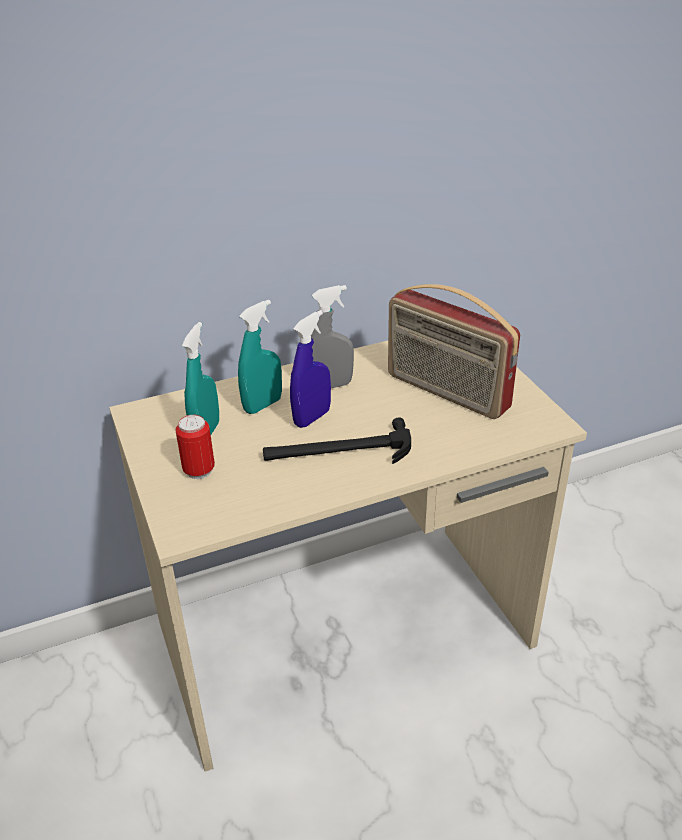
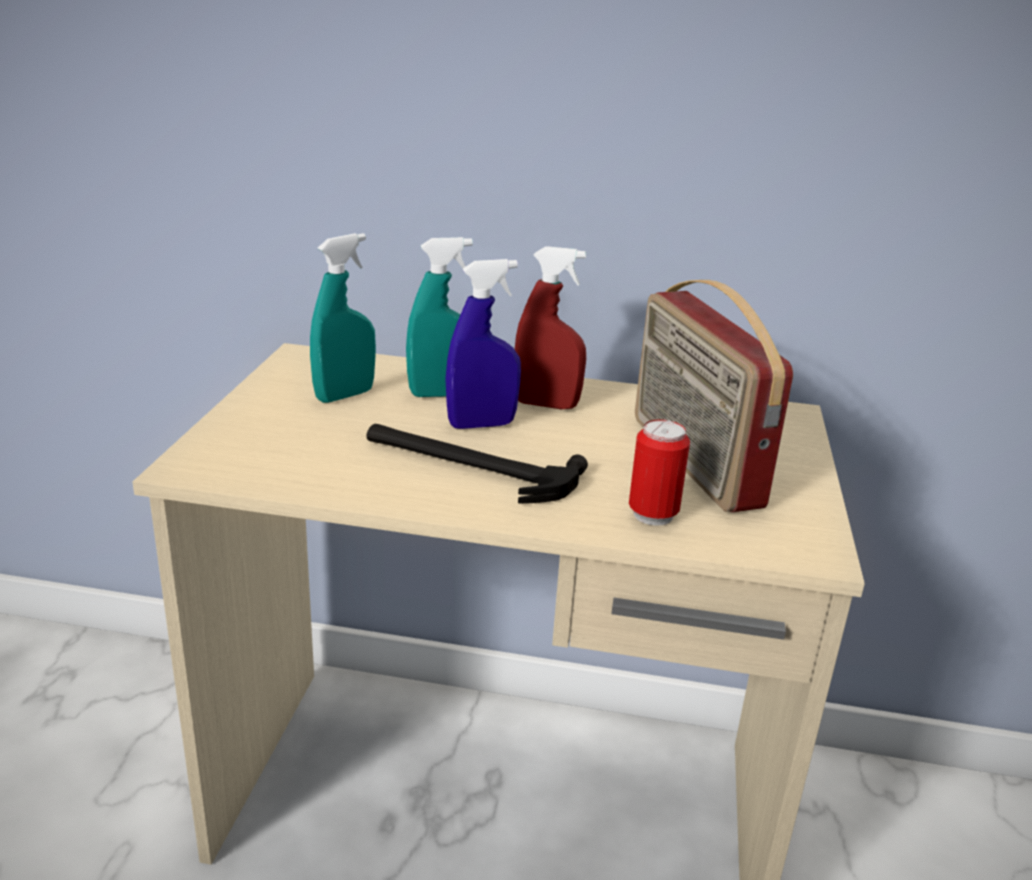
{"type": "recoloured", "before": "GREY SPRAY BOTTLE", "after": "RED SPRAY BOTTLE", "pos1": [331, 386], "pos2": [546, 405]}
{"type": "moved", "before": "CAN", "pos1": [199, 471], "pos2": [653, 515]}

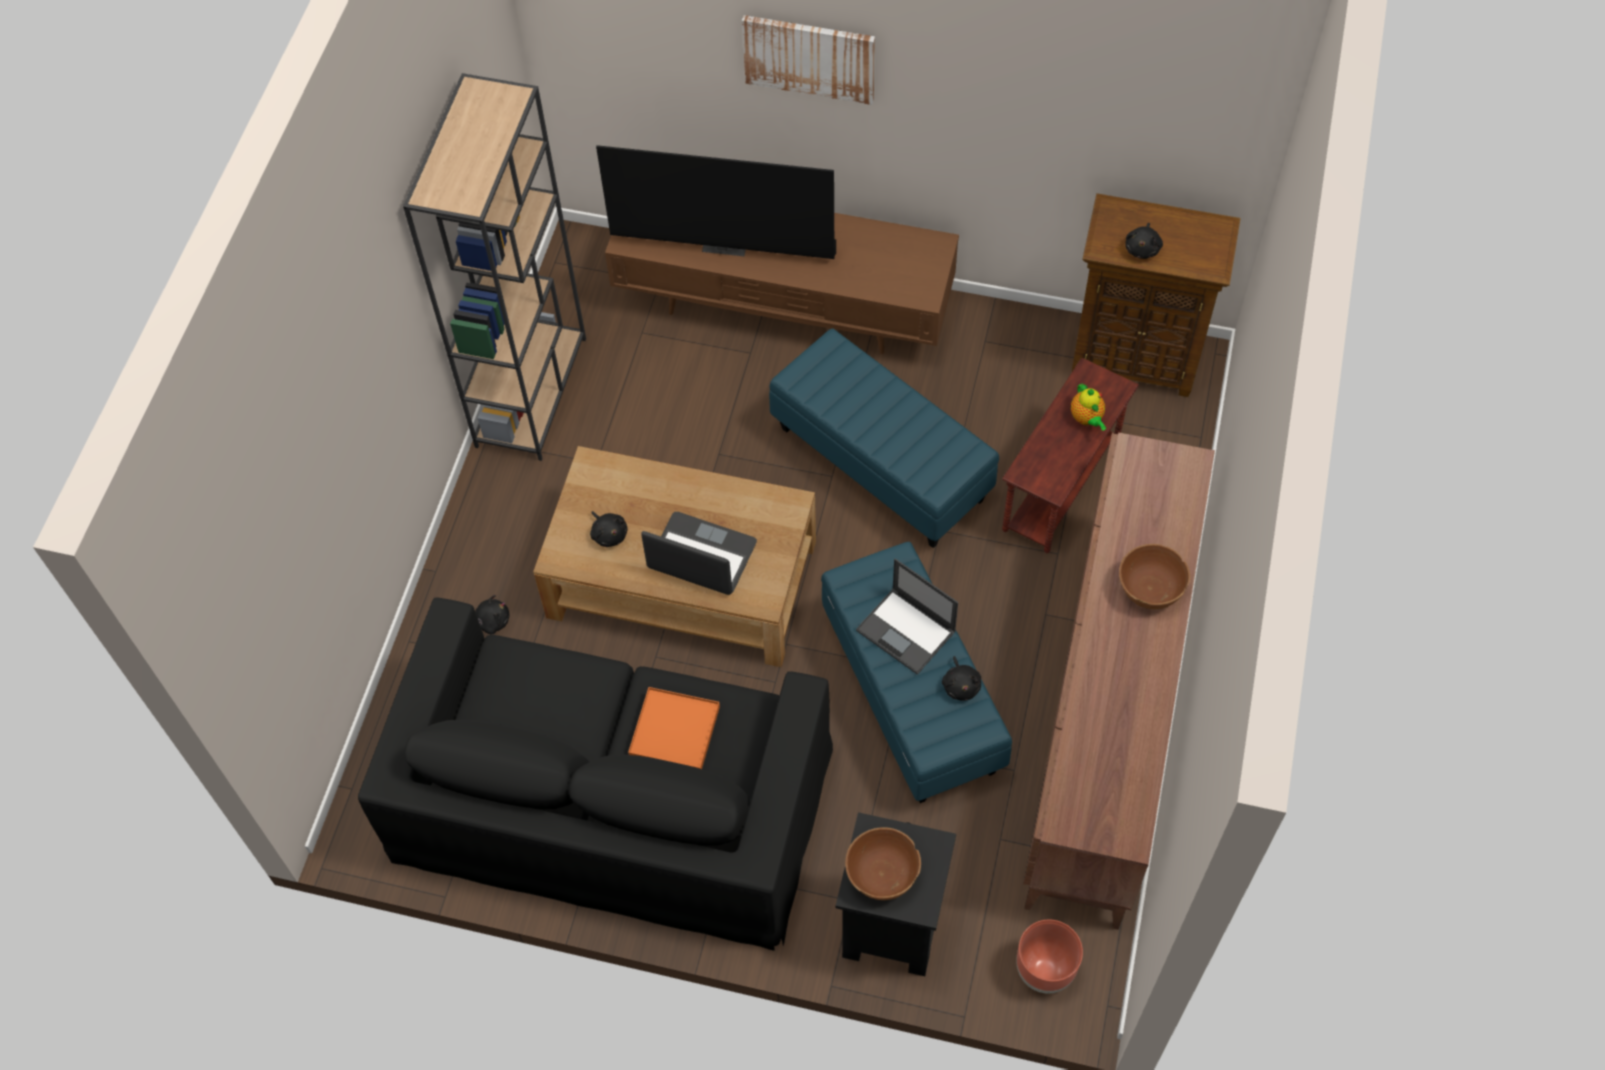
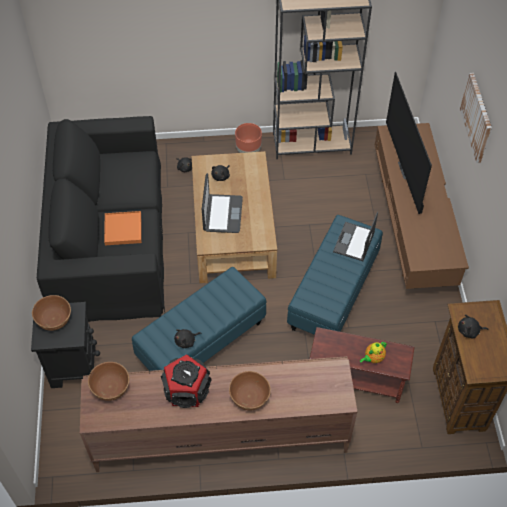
{"type": "added", "after": "BROWN BOWL", "pos2": [111, 388]}
{"type": "added", "after": "SPEAKER", "pos2": [186, 390]}
{"type": "moved", "before": "BROWN PLANTER", "pos1": [1044, 970], "pos2": [248, 150]}
{"type": "moved", "before": "LAPTOP", "pos1": [907, 631], "pos2": [354, 242]}

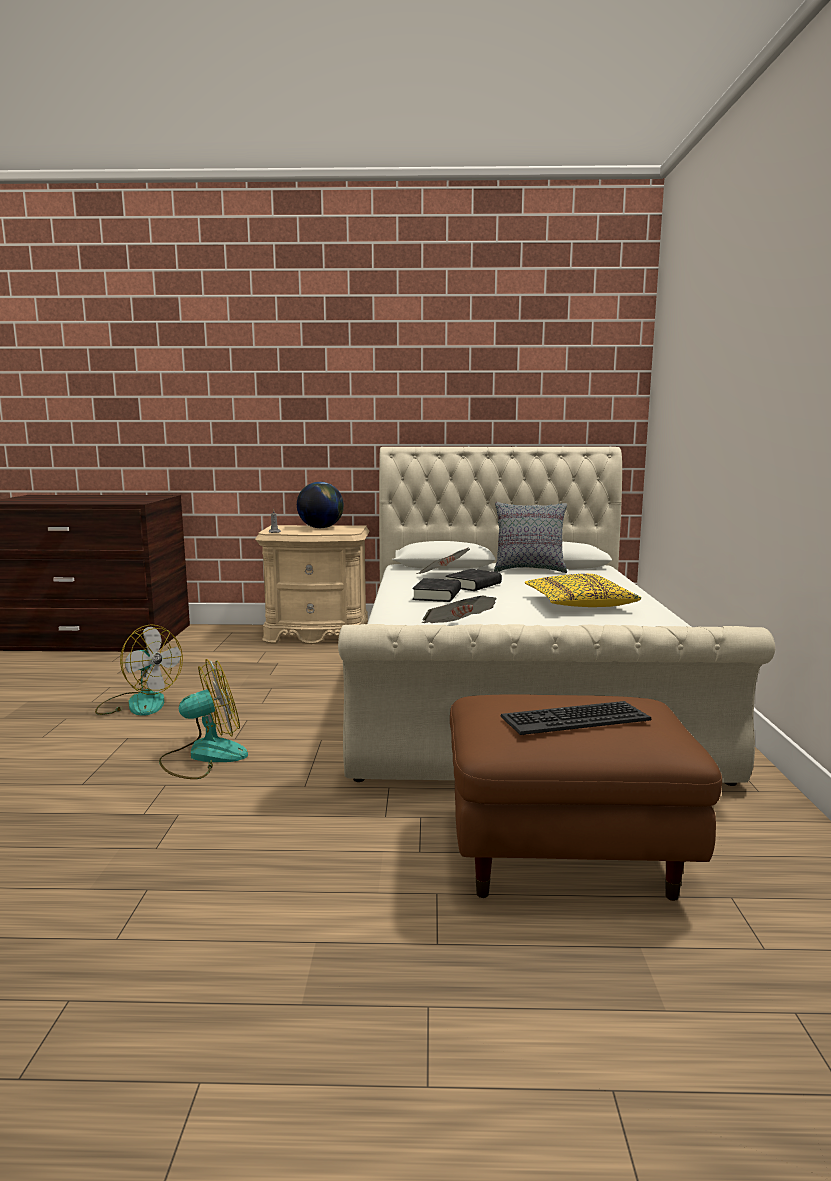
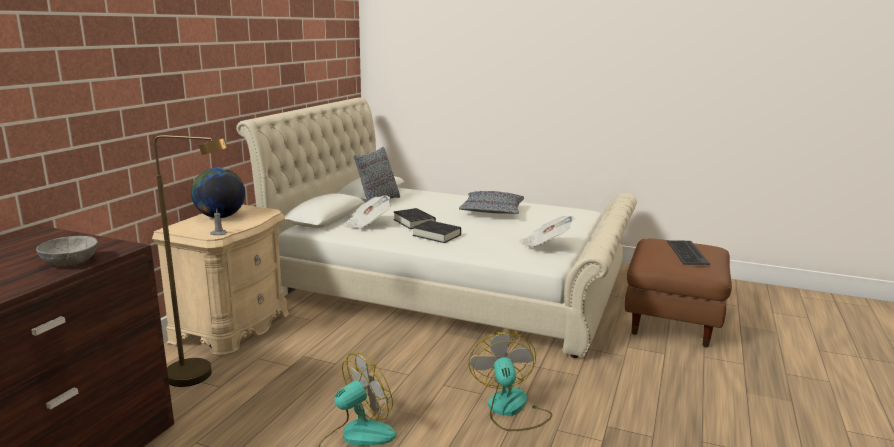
{"type": "added", "after": "GREY BOWL", "pos2": [69, 262]}
{"type": "added", "after": "BROWN FLOOR LAMP", "pos2": [201, 376]}
{"type": "recoloured", "before": "YELLOW PILLOW", "after": "GREY PILLOW", "pos1": [578, 604], "pos2": [492, 212]}

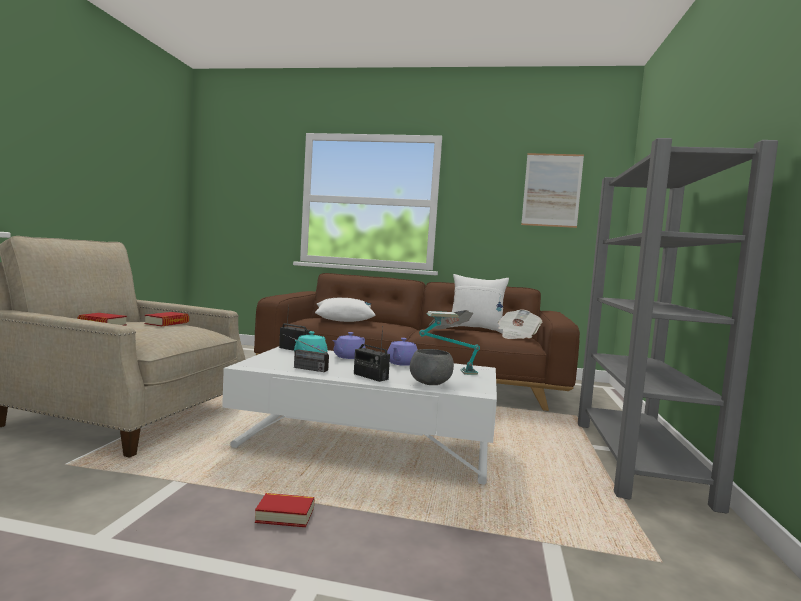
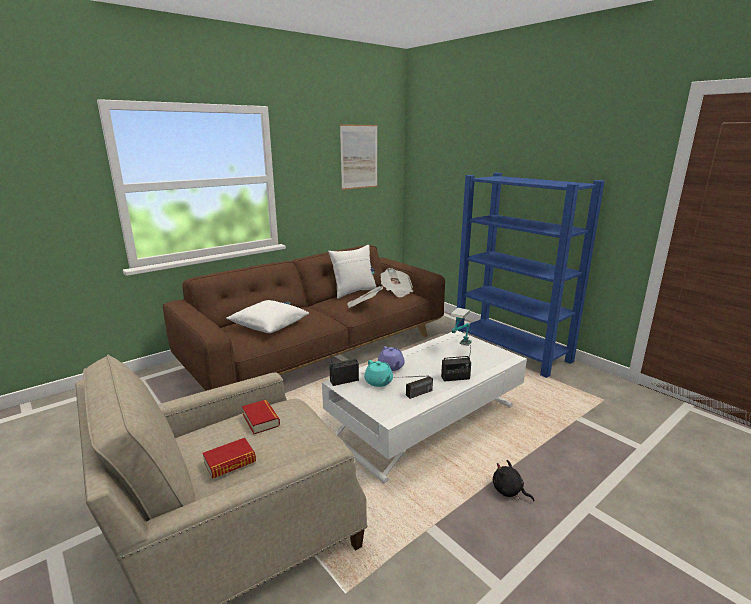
{"type": "recoloured", "before": "GREY BOOKCASE", "after": "BLUE BOOKCASE", "pos1": [638, 460], "pos2": [511, 350]}
{"type": "replaced", "before": "BOOK", "after": "BLACK PLUSH TOY", "pos1": [285, 515], "pos2": [509, 491]}
{"type": "removed", "before": "PURPLE TEAPOT", "pos1": [401, 363]}
{"type": "removed", "before": "GREY BOWL", "pos1": [430, 384]}

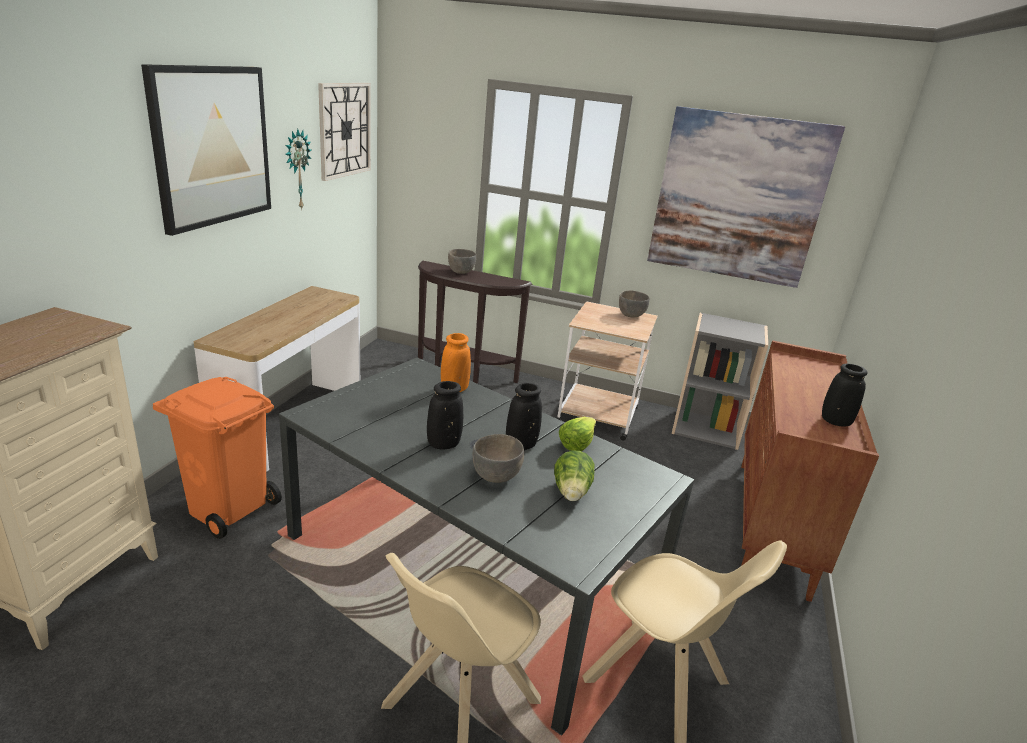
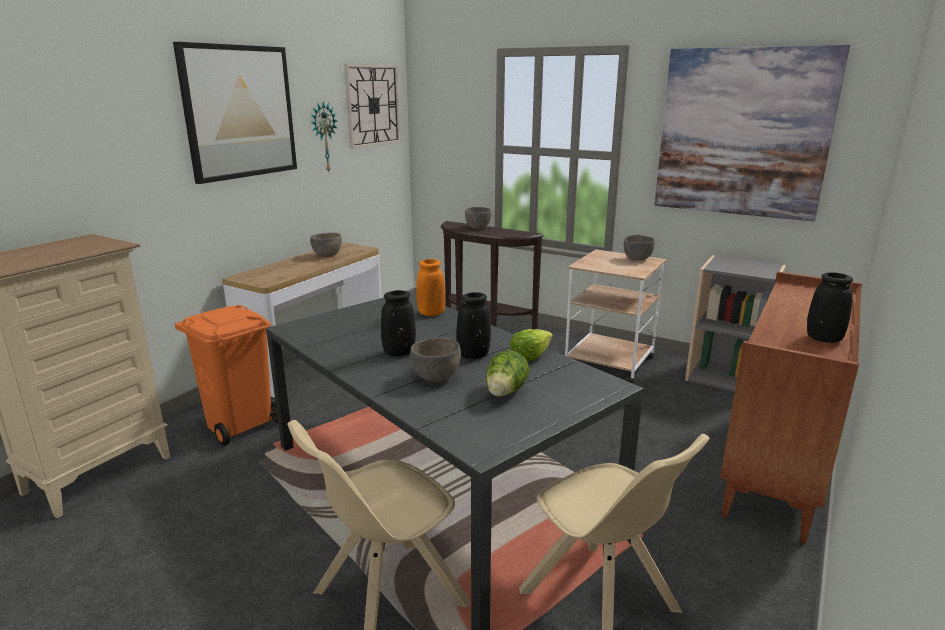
{"type": "added", "after": "GREY BOWL", "pos2": [327, 256]}

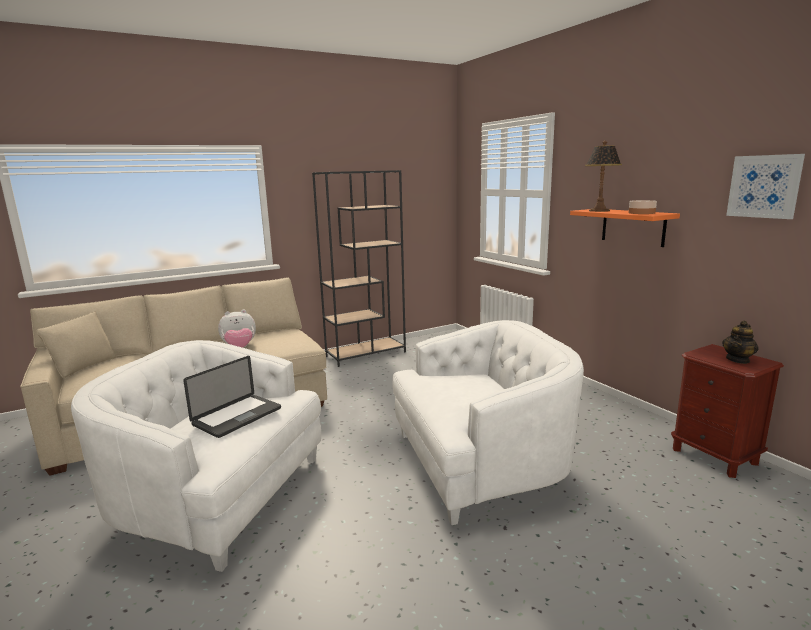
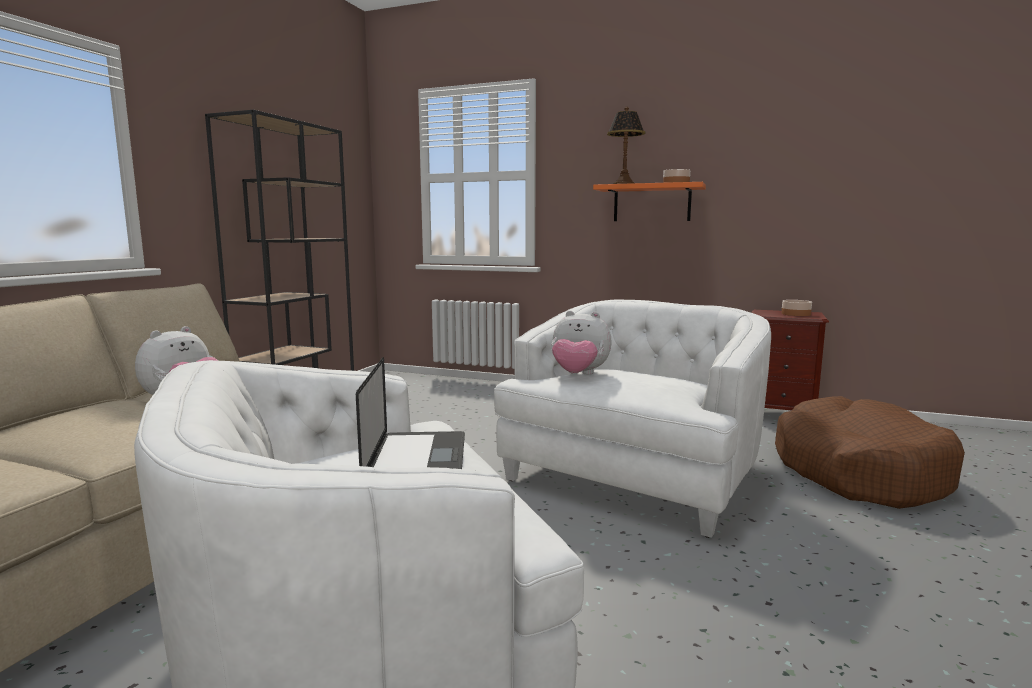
{"type": "added", "after": "PLUSH TOY", "pos2": [579, 375]}
{"type": "added", "after": "BROWN DOG BED", "pos2": [858, 472]}
{"type": "replaced", "before": "TEAPOT", "after": "BOWL", "pos1": [738, 360], "pos2": [796, 314]}
{"type": "removed", "before": "PICTURE", "pos1": [764, 186]}

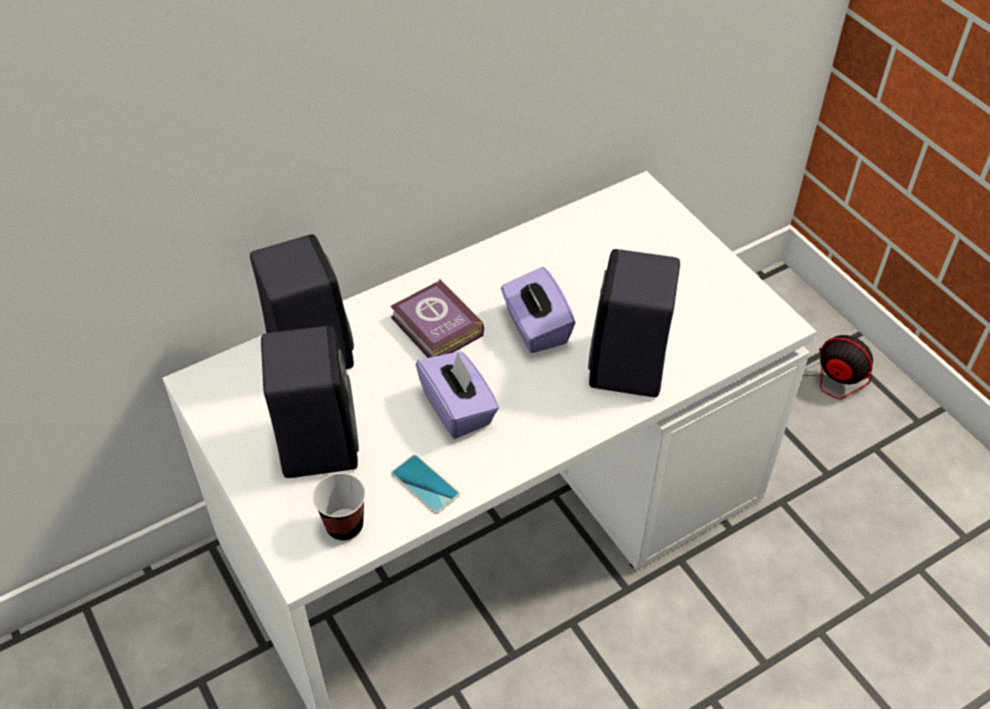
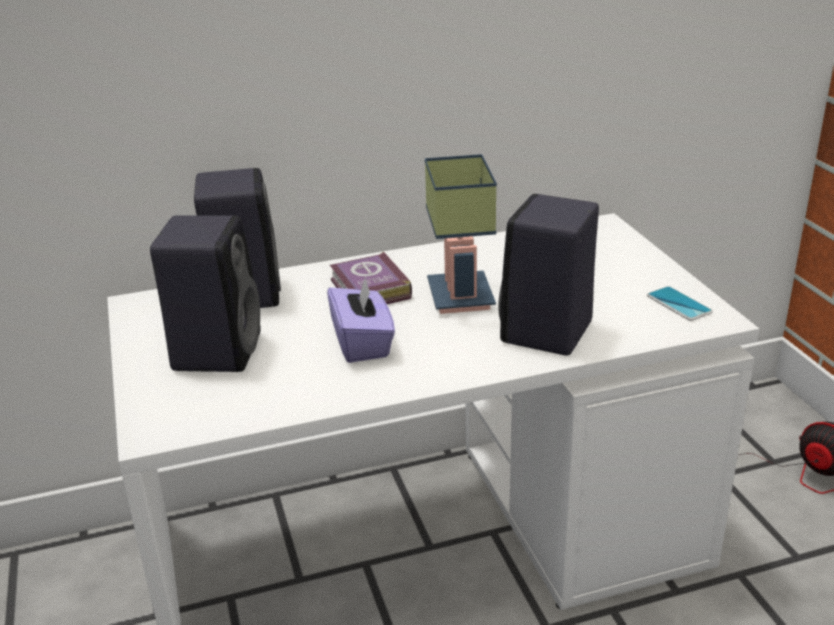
{"type": "replaced", "before": "PURPLE TISSUE BOX", "after": "TABLE LAMP", "pos1": [535, 328], "pos2": [464, 298]}
{"type": "moved", "before": "PHONE", "pos1": [425, 484], "pos2": [678, 304]}
{"type": "removed", "before": "CUP", "pos1": [344, 526]}

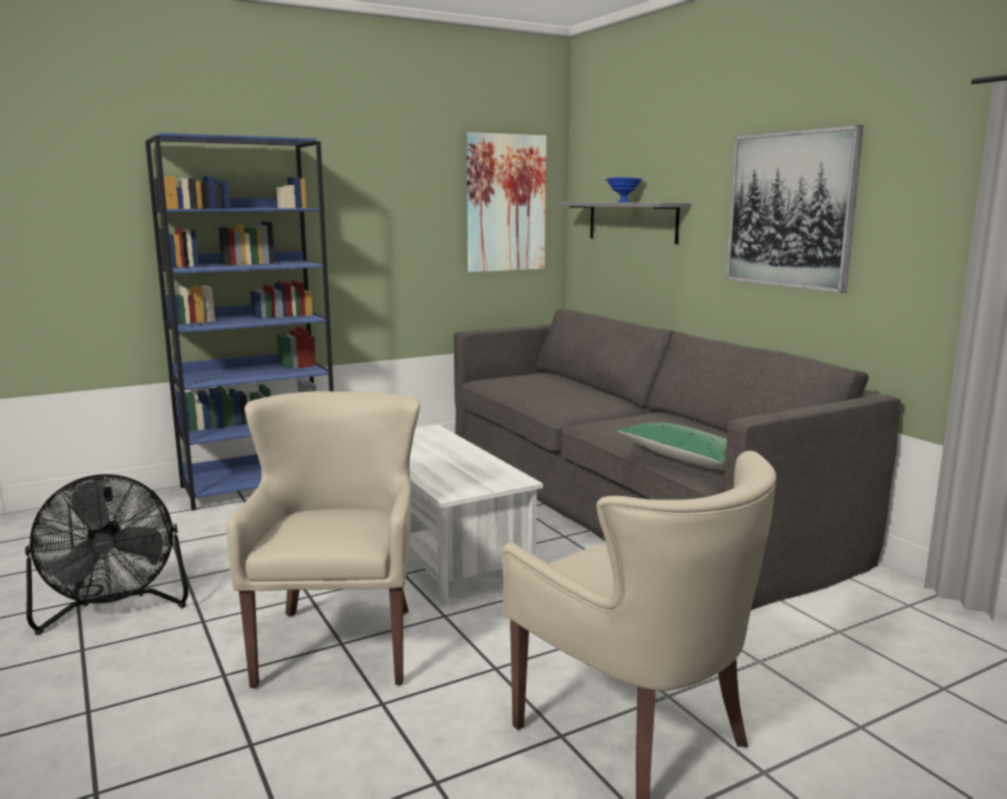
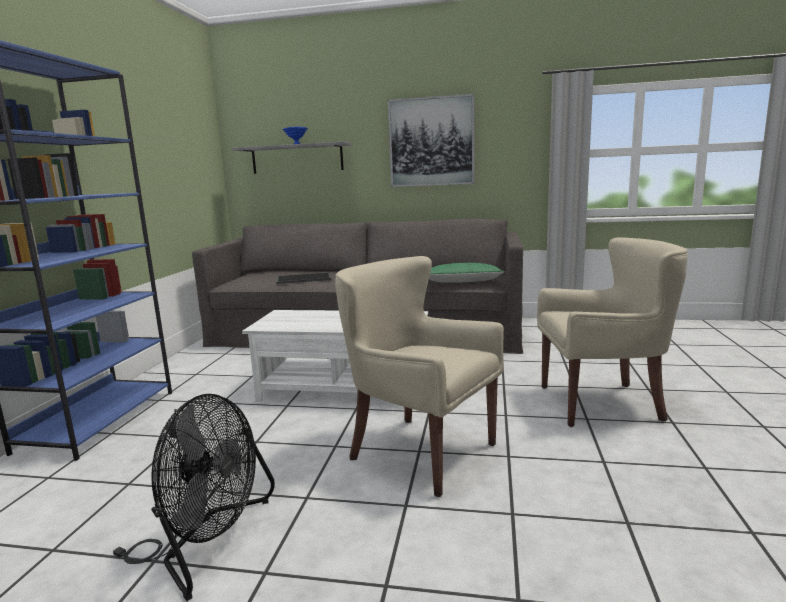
{"type": "added", "after": "TRAY", "pos2": [303, 279]}
{"type": "removed", "before": "PICTURE", "pos1": [506, 203]}

